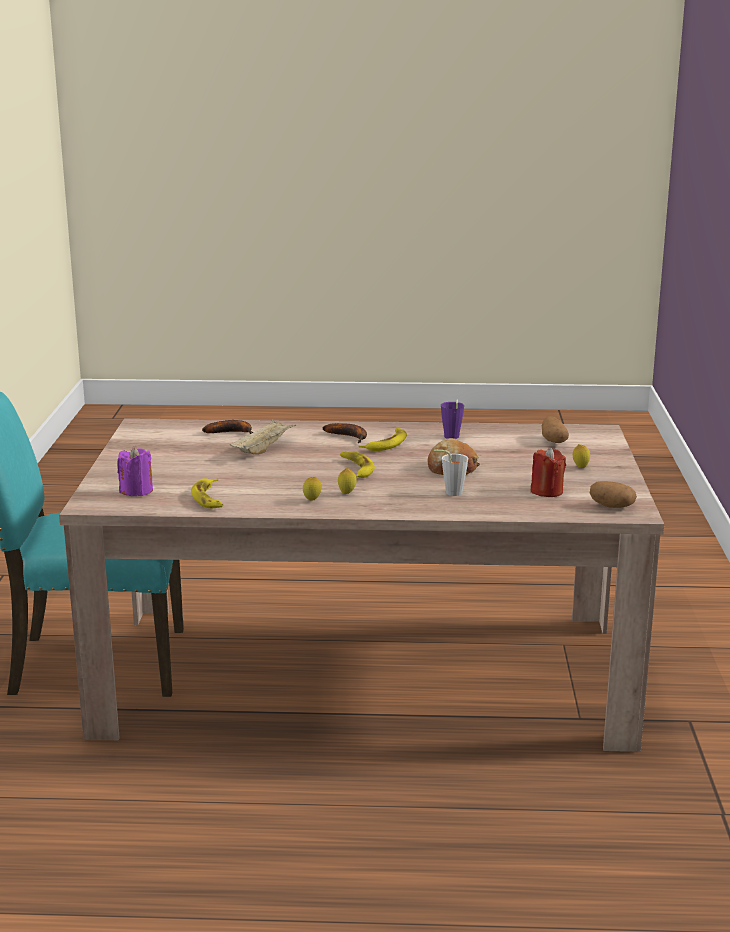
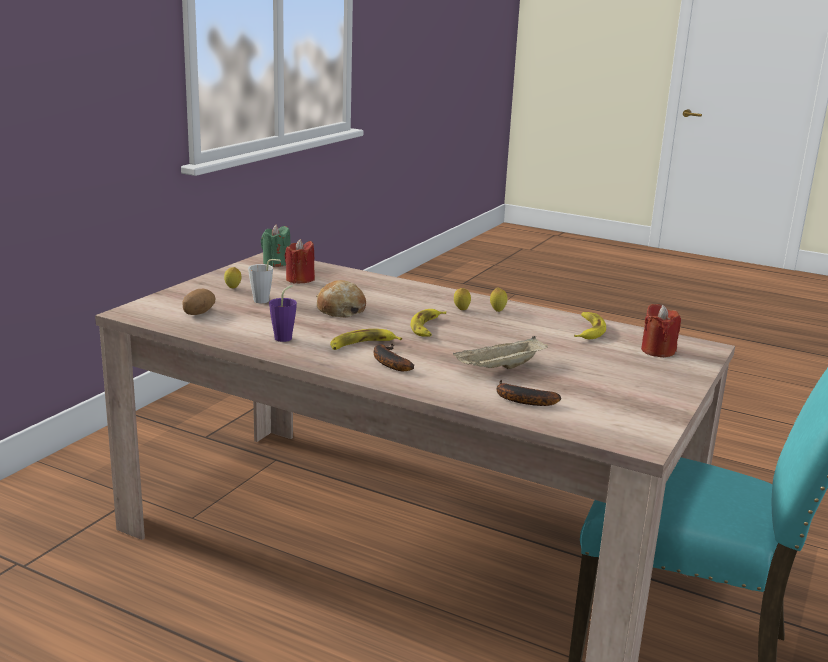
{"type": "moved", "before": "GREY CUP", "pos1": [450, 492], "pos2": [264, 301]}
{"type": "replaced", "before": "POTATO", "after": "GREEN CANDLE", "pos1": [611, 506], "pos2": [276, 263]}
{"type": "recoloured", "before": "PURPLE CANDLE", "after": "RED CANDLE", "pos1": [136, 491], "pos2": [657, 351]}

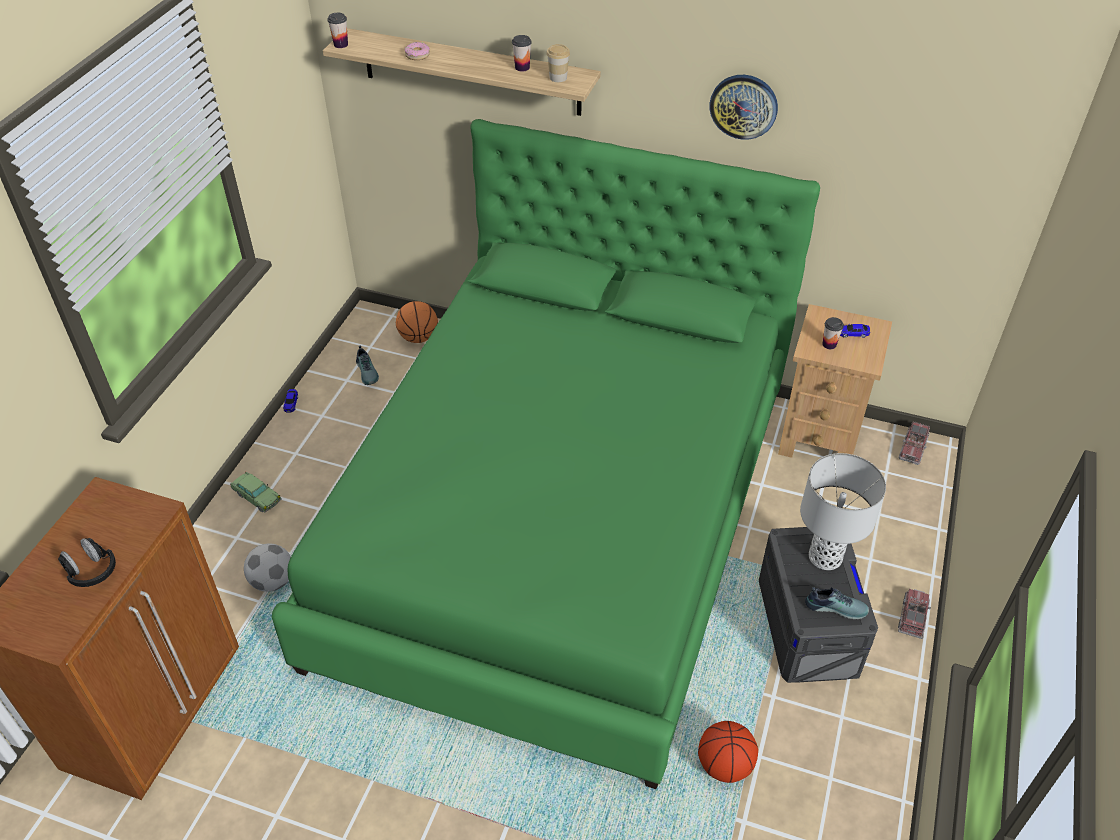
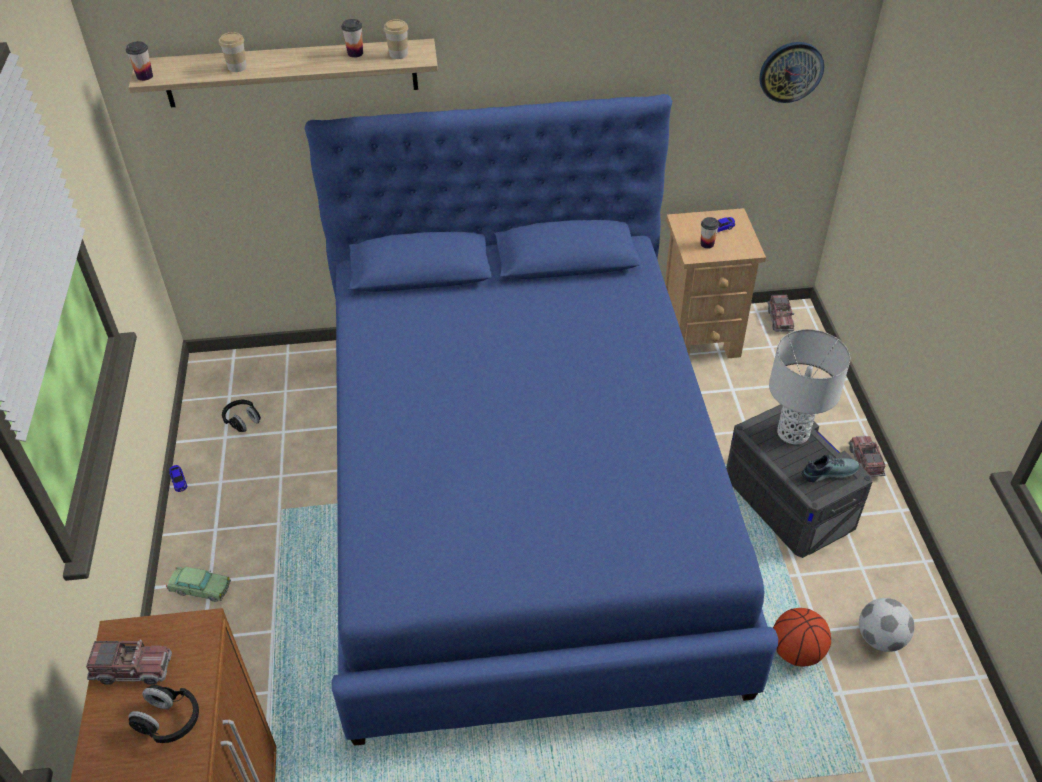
{"type": "added", "after": "TOY TRUCK", "pos2": [132, 668]}
{"type": "replaced", "before": "DONUT", "after": "CUP", "pos1": [417, 55], "pos2": [237, 67]}
{"type": "replaced", "before": "SHOE", "after": "BLACK HEADPHONES", "pos1": [368, 372], "pos2": [242, 421]}
{"type": "recoloured", "before": "GREEN BED", "after": "BLUE BED", "pos1": [561, 522], "pos2": [523, 495]}
{"type": "moved", "before": "WALL CLOCK", "pos1": [743, 106], "pos2": [791, 71]}
{"type": "moved", "before": "FOOTBALL", "pos1": [273, 581], "pos2": [880, 638]}
{"type": "removed", "before": "BASKETBALL", "pos1": [418, 337]}

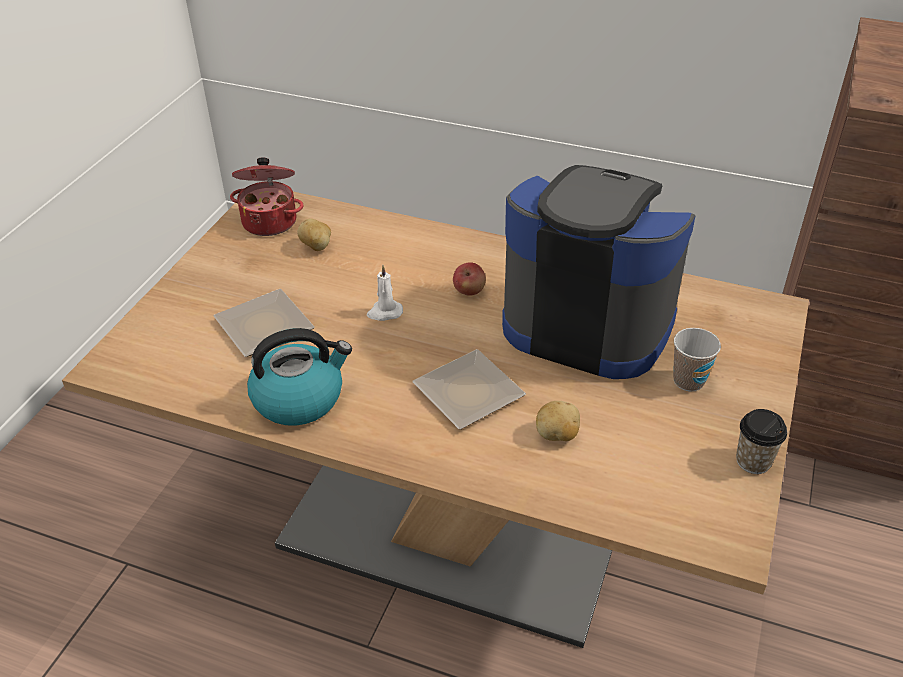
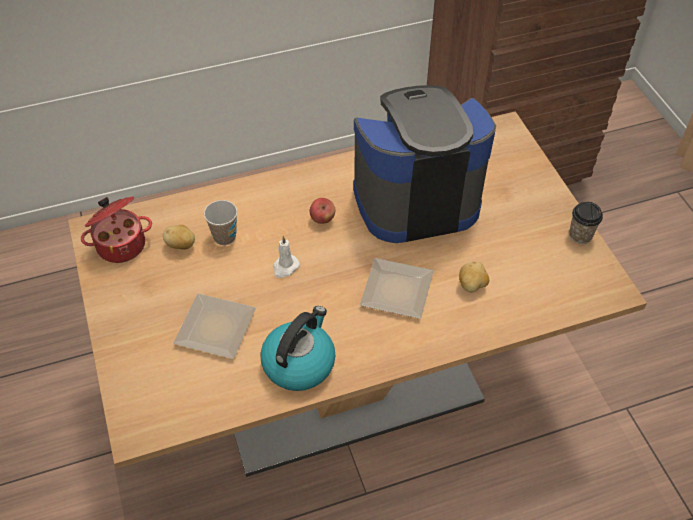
{"type": "moved", "before": "CUP", "pos1": [688, 381], "pos2": [224, 237]}

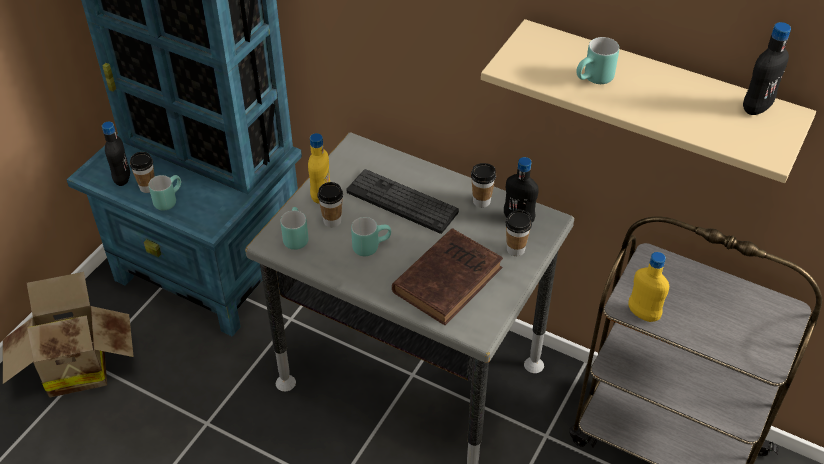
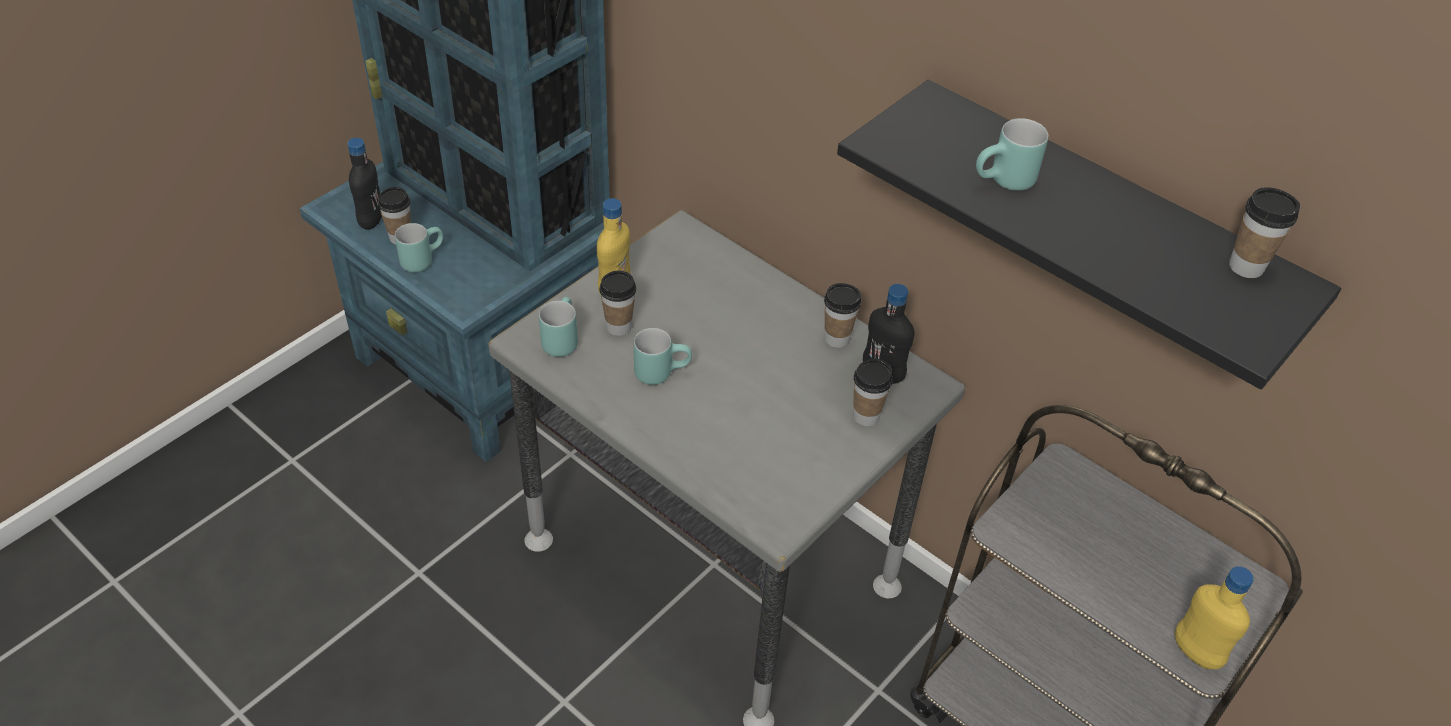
{"type": "recoloured", "before": "BEIGE SHELF", "after": "BLACK SHELF", "pos1": [655, 97], "pos2": [1101, 227]}
{"type": "moved", "before": "YELLOW BOTTLE", "pos1": [643, 314], "pos2": [1195, 653]}
{"type": "replaced", "before": "BLACK BOTTLE", "after": "CUP", "pos1": [756, 108], "pos2": [1246, 266]}
{"type": "removed", "before": "CARDBOARD BOX", "pos1": [75, 366]}
{"type": "removed", "before": "KEYBOARD", "pos1": [402, 202]}
{"type": "removed", "before": "BROWN BOOK", "pos1": [449, 278]}

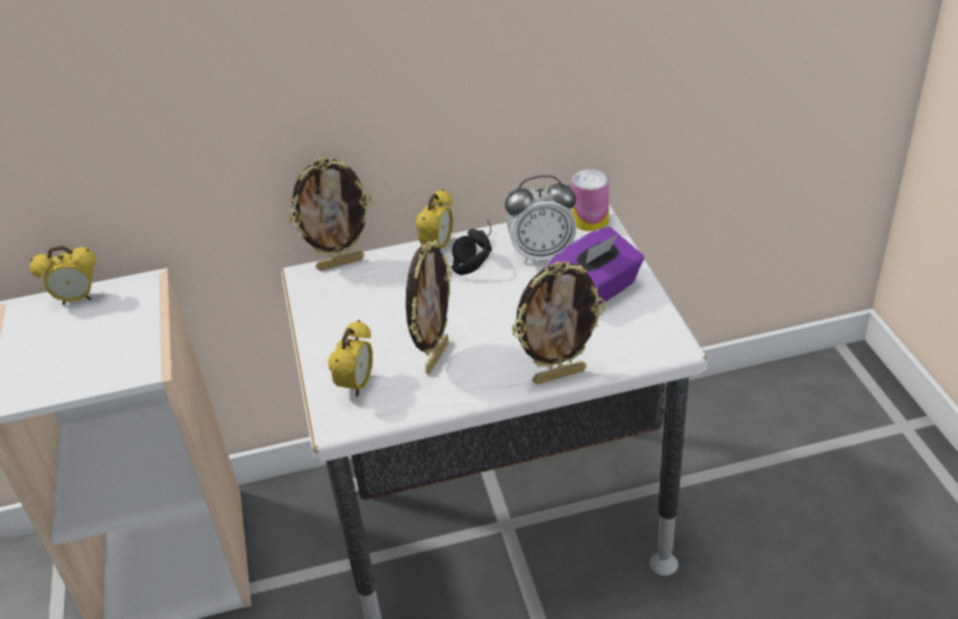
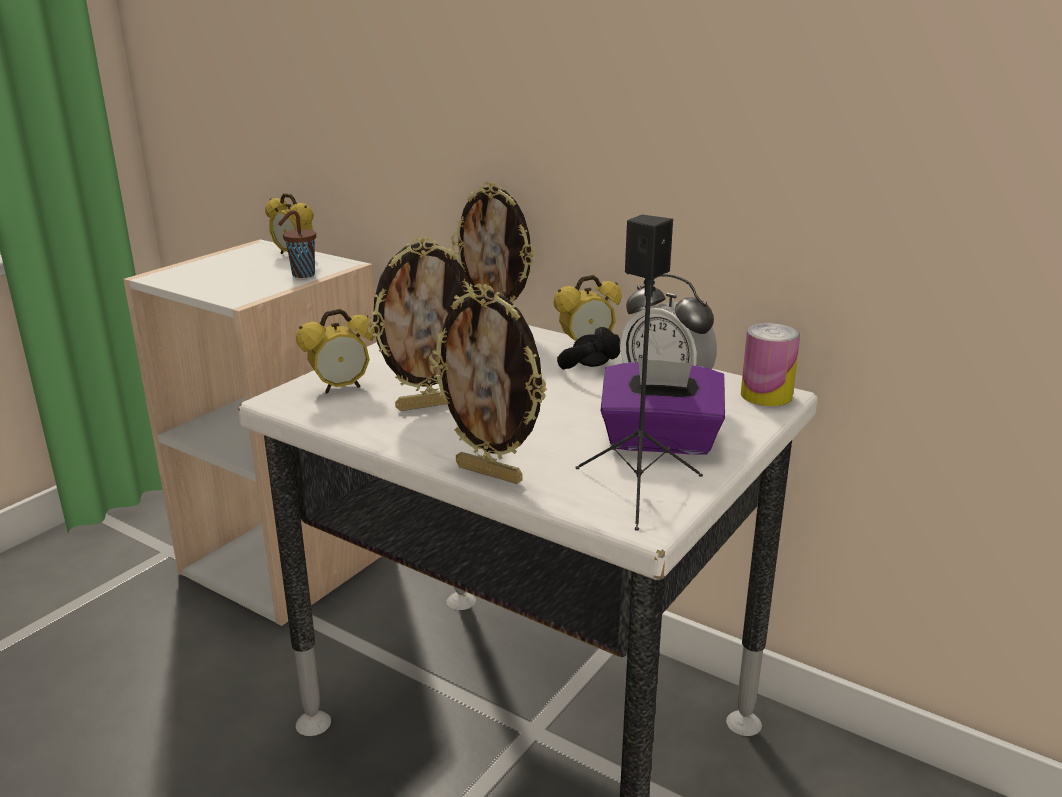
{"type": "added", "after": "BROWN CUP", "pos2": [302, 275]}
{"type": "added", "after": "BLACK SPEAKER", "pos2": [639, 489]}

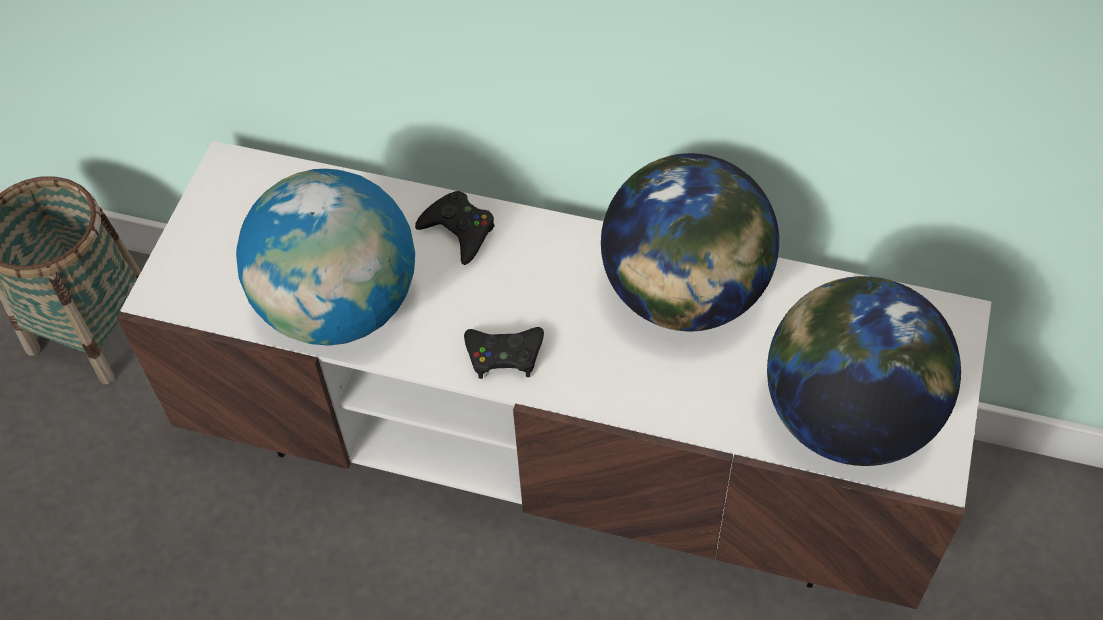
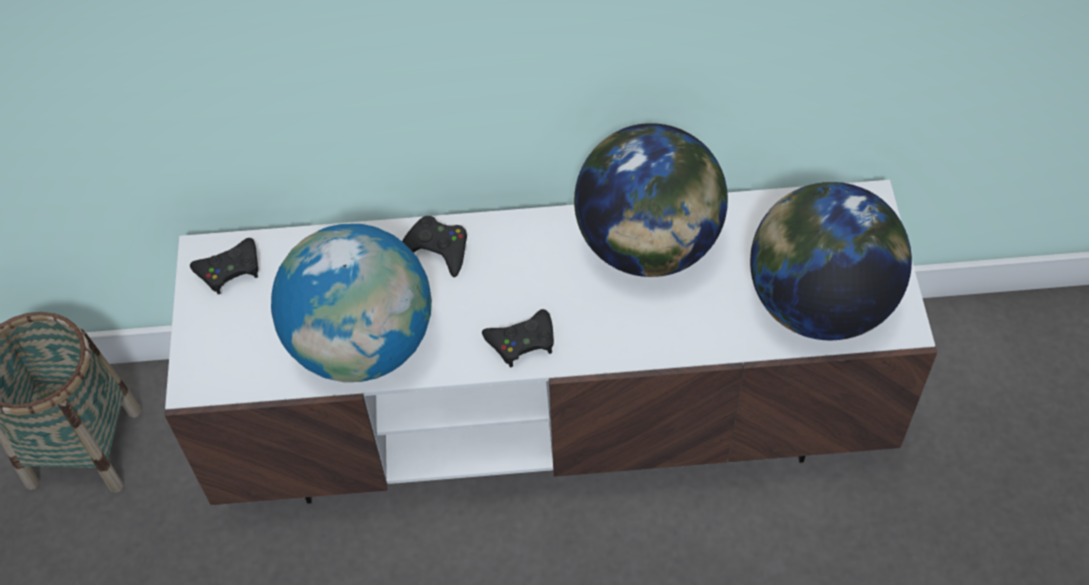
{"type": "added", "after": "BLACK GAME CONTROLLER", "pos2": [229, 269]}

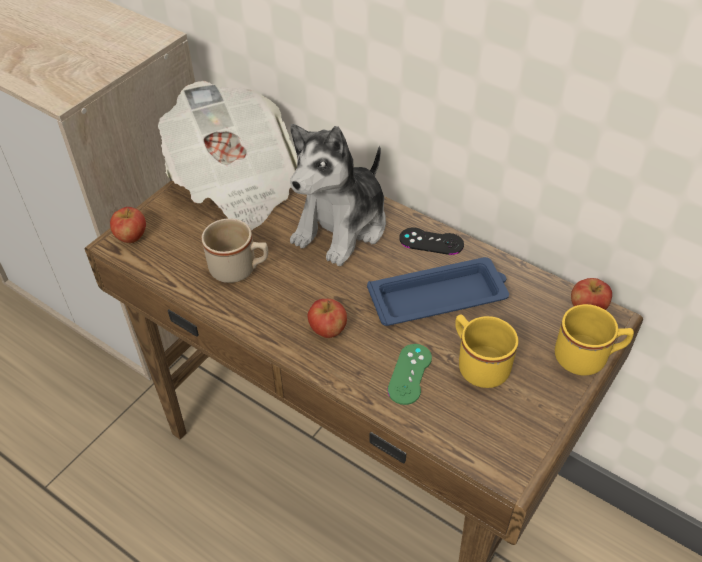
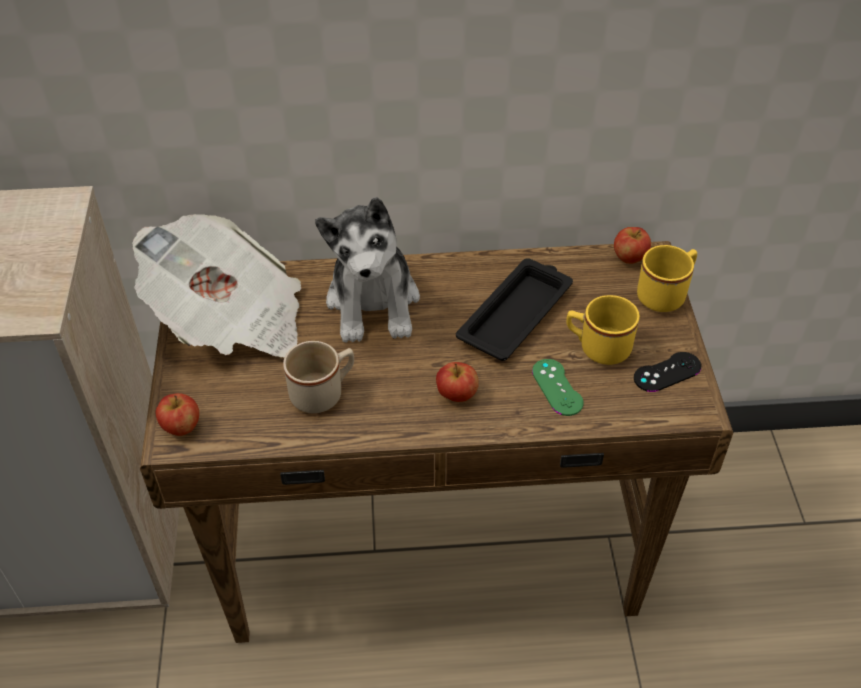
{"type": "recoloured", "before": "BLUE TRAY", "after": "BLACK TRAY", "pos1": [440, 297], "pos2": [516, 314]}
{"type": "moved", "before": "BLACK GAME CONTROLLER", "pos1": [431, 241], "pos2": [667, 372]}

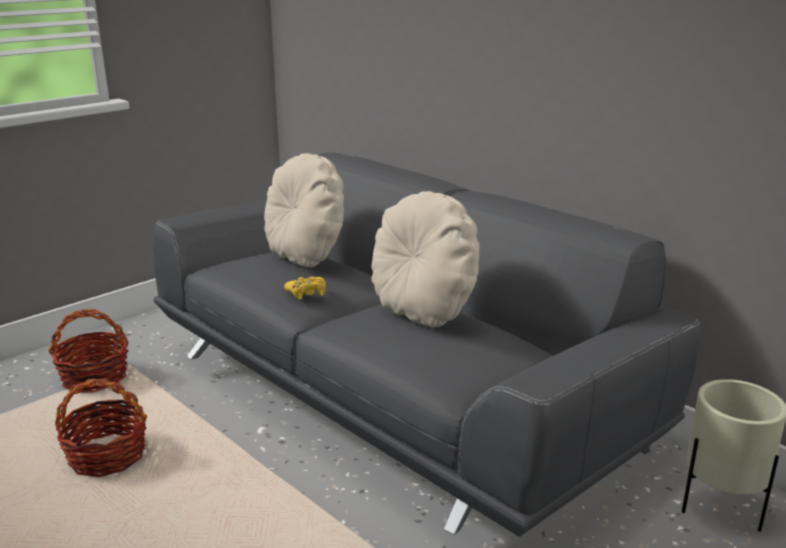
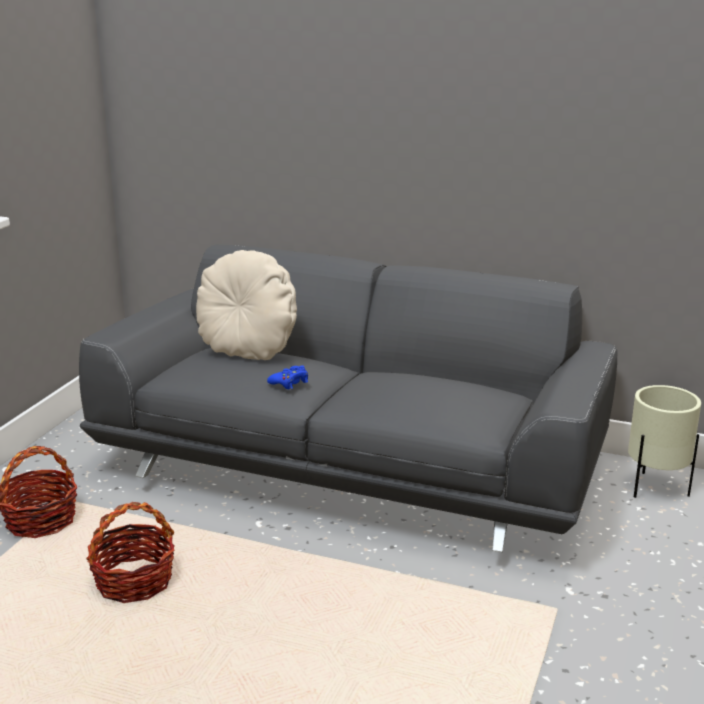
{"type": "recoloured", "before": "YELLOW GAME CONTROLLER", "after": "BLUE GAME CONTROLLER", "pos1": [307, 293], "pos2": [290, 382]}
{"type": "removed", "before": "BEIGE PILLOW", "pos1": [423, 313]}

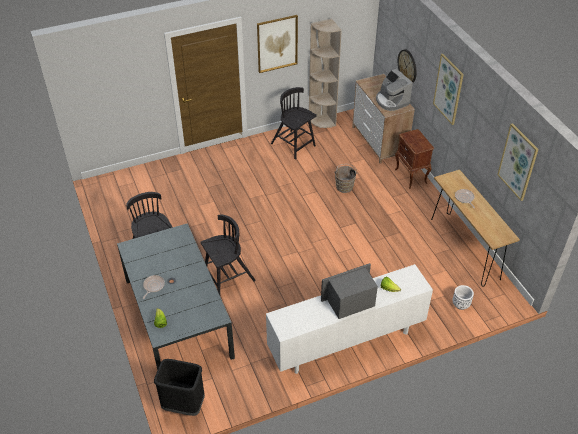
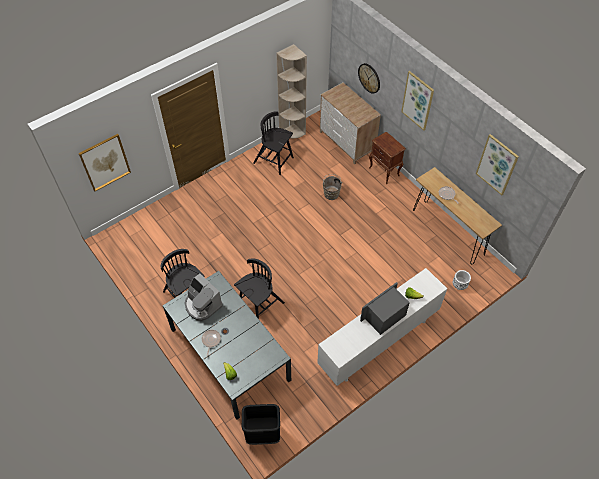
{"type": "moved", "before": "PICTURE", "pos1": [277, 43], "pos2": [105, 162]}
{"type": "moved", "before": "COFFEE MACHINE", "pos1": [391, 101], "pos2": [202, 305]}

